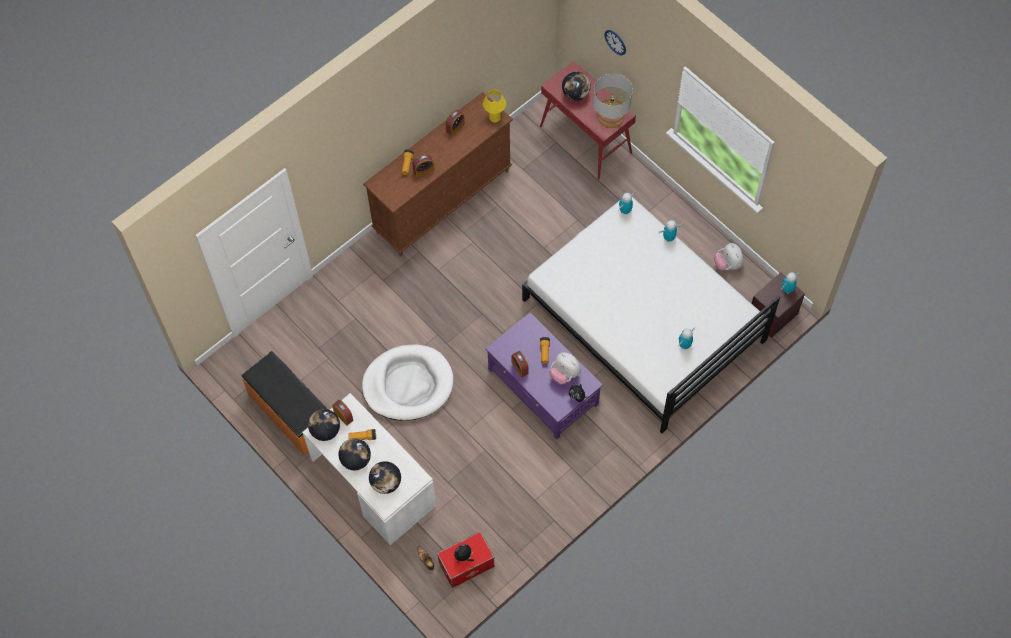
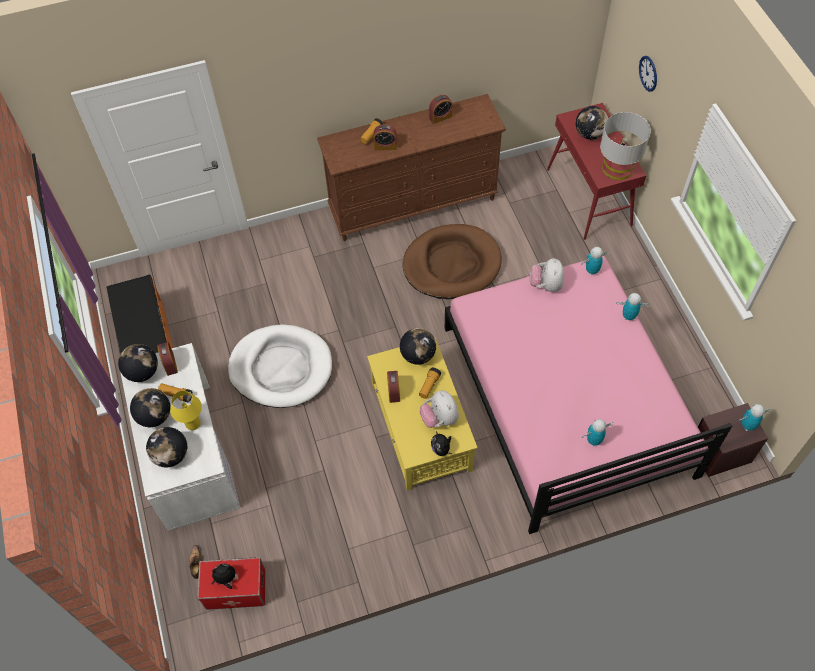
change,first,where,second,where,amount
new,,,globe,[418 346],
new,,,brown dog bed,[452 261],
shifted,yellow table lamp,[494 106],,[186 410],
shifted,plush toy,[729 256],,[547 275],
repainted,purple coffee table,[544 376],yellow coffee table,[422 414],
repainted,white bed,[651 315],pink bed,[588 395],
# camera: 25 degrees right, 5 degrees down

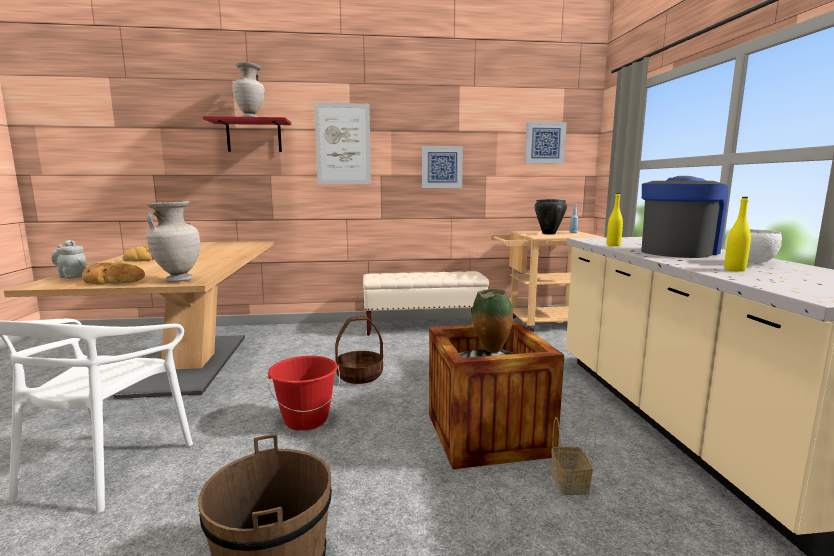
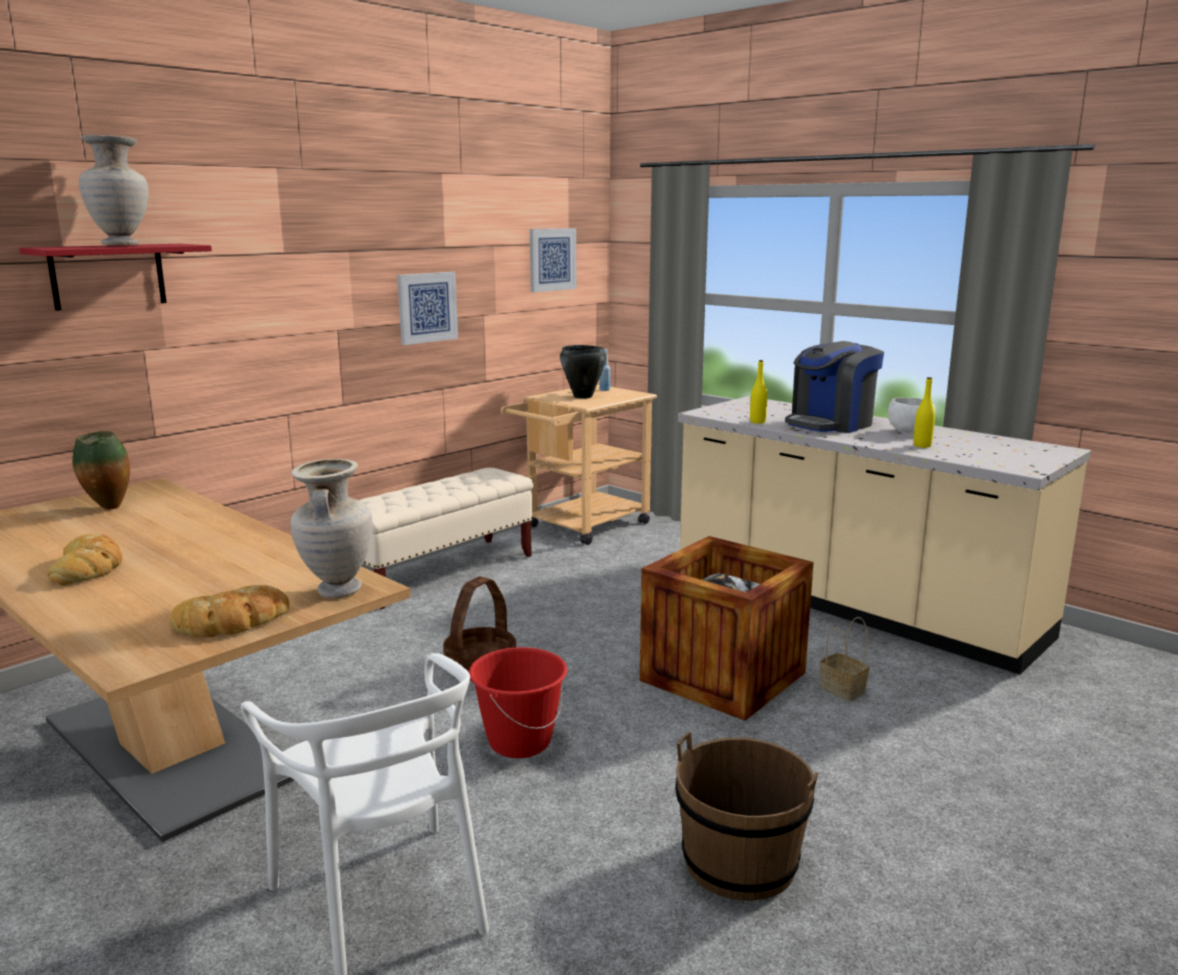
change,first,where,second,where,amount
gone,grey teapot,[69 259],,,
gone,picture,[342 143],,,
shifted,vase,[492 321],,[101 470],
rotated,coffee machine,[684 217],,[834 387],135 degrees counterclockwise
# camera: 40 degrees left, 5 degrees up

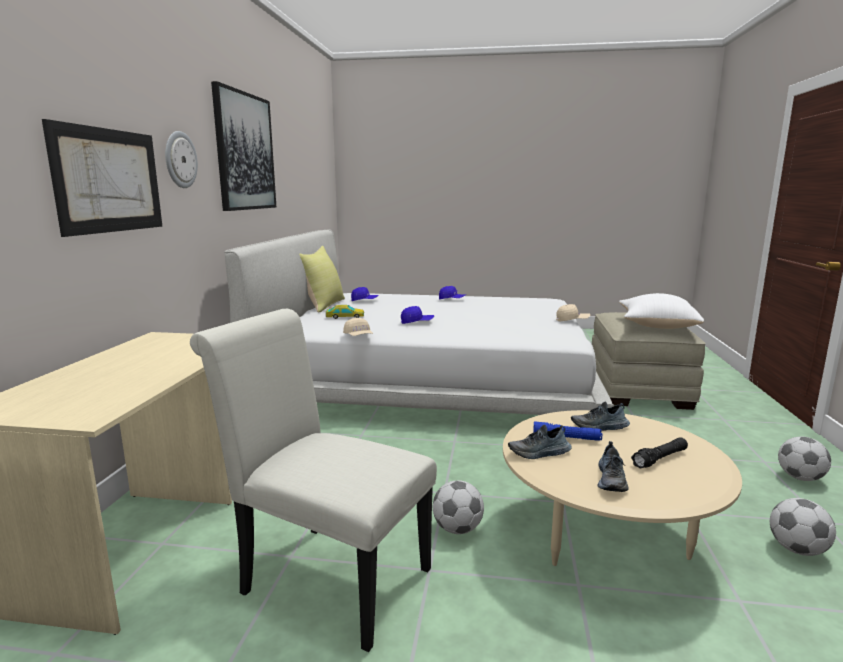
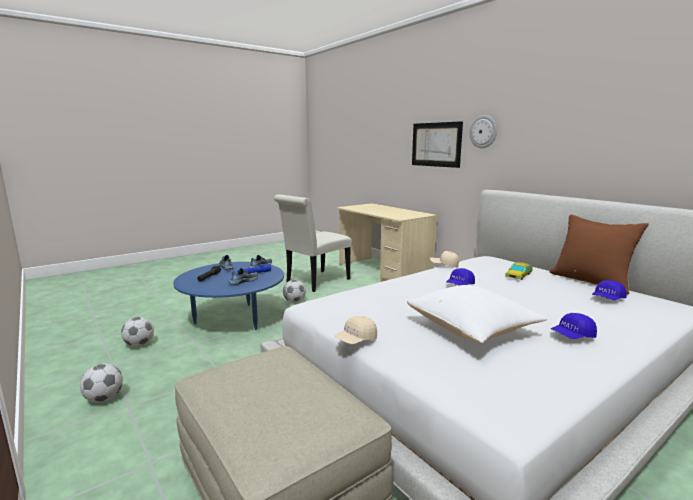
change,first,where,second,where,amount
gone,picture,[243 146],,,
shifted,white pillow,[661 311],,[477 314],
repainted,yellow pillow,[322 278],brown pillow,[599 255],
repainted,beige coffee table,[622 488],blue coffee table,[228 296],
rotated,white chair,[313 480],,[313 243],150 degrees clockwise
# camera: 135 degrees right, 0 degrees up

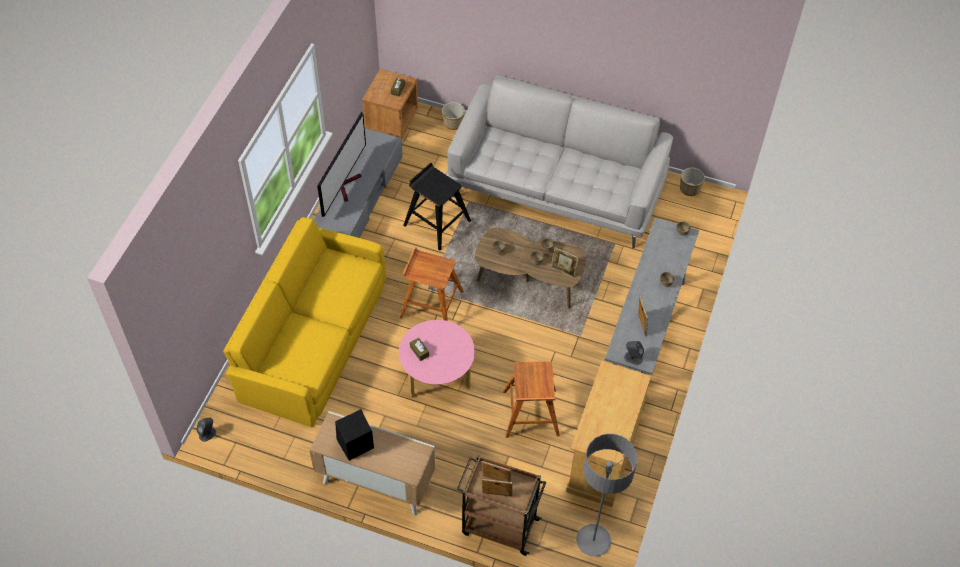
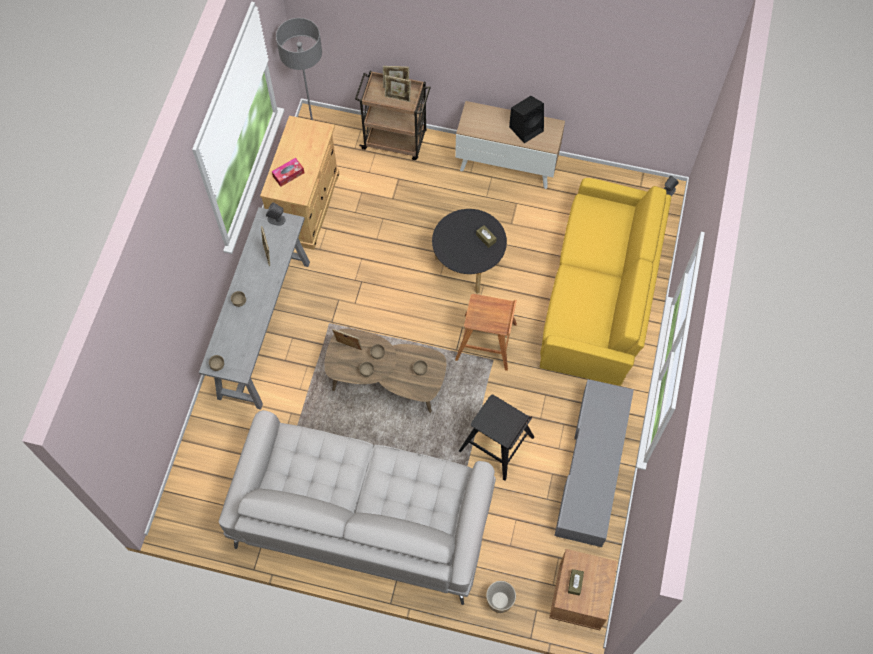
change,first,where,second,where,amount
gone,television,[341 164],,,
gone,brown stool,[531 399],,,
gone,planter,[692 182],,,
new,,,tissue box,[288 172],
repainted,pink coffee table,[437 359],black coffee table,[469 251],
# camera: 175 degrees right, 10 degrees up

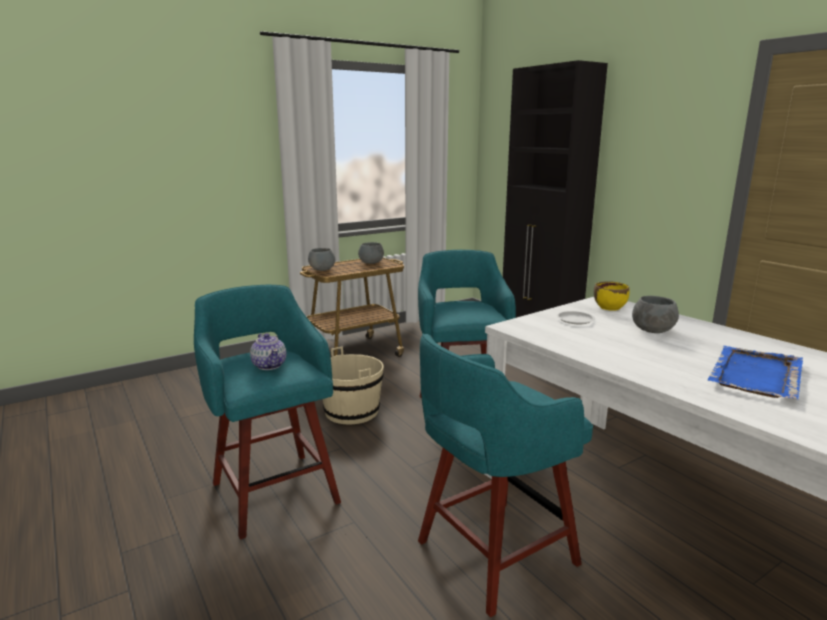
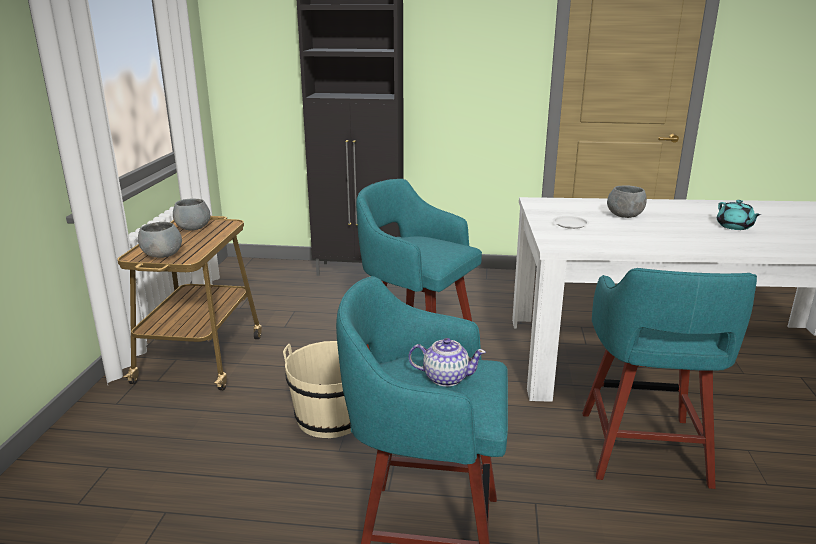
change,first,where,second,where,amount
gone,yellow bowl,[612 296],,,
swapped,blue tray,[755 372],turquoise teapot,[739 215],
# camera: 50 degrees left, 5 degrees up

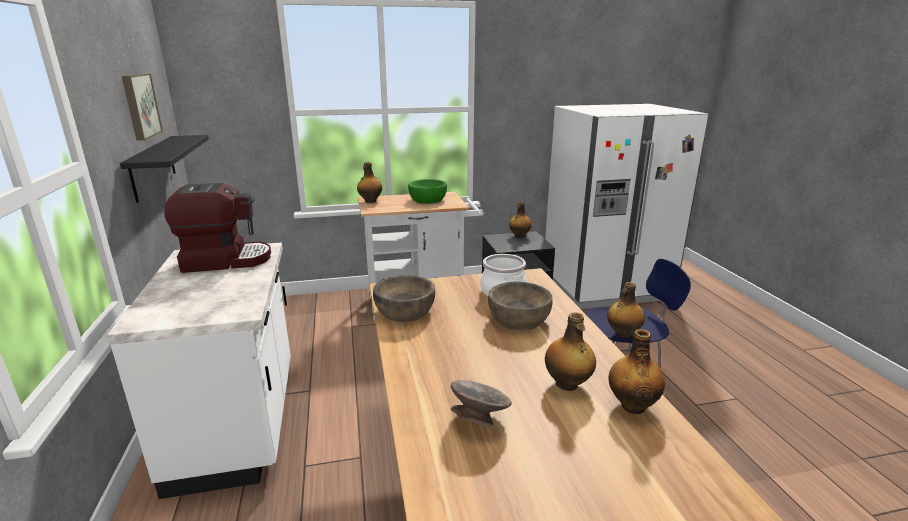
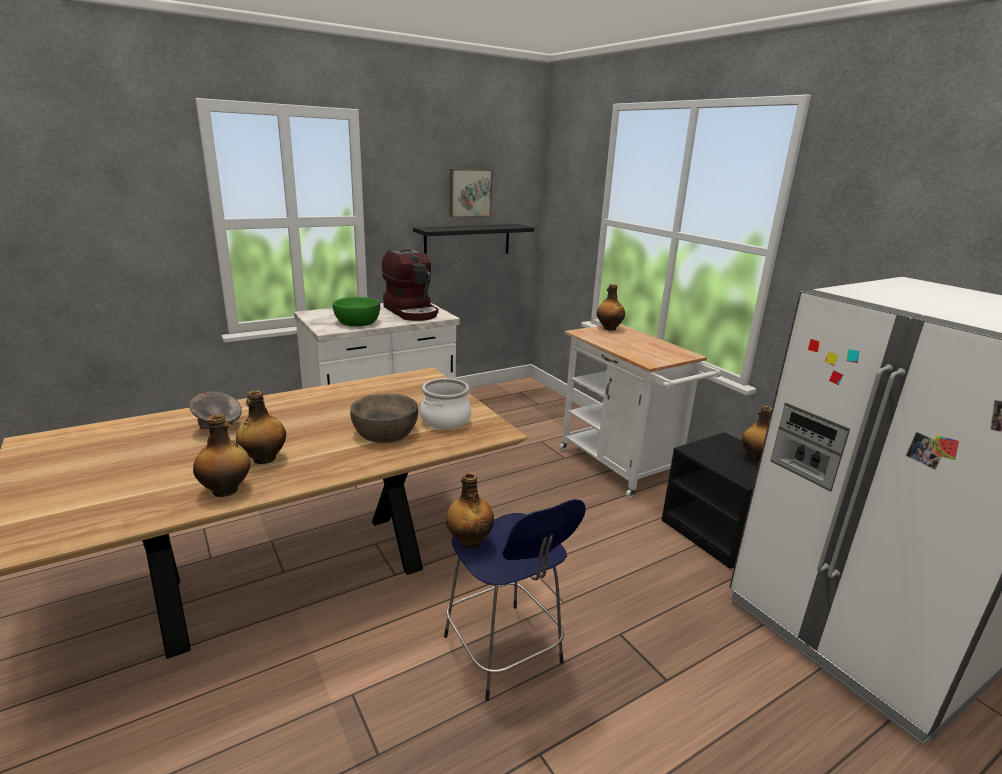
change,first,where,second,where,amount
gone,brown bowl,[404 298],,,
shifted,green bowl,[427 191],,[356 311],
# camera: 70 degrees right, 0 degrees up

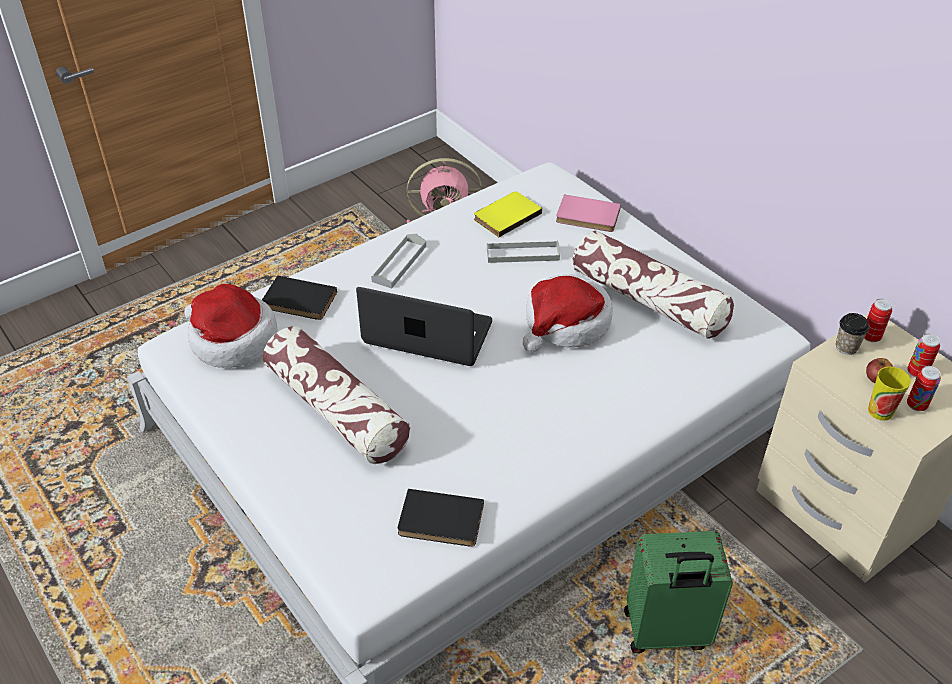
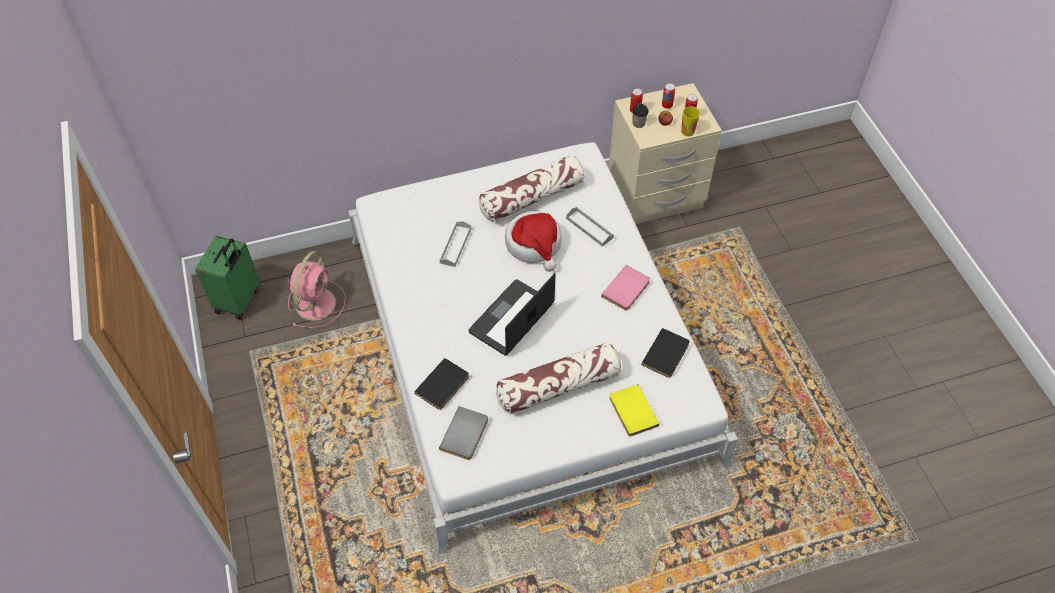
change,first,where,second,where,amount
shifted,grey tray,[398 261],,[590 227],
shifted,yellow book,[508 214],,[634 410],
shifted,pink book,[588 213],,[625 288],
shifted,green suitcase,[678 592],,[227 277],
swapped,hat,[231 326],grey book,[463 433],
# camera: 70 degrees left, 10 degrees up

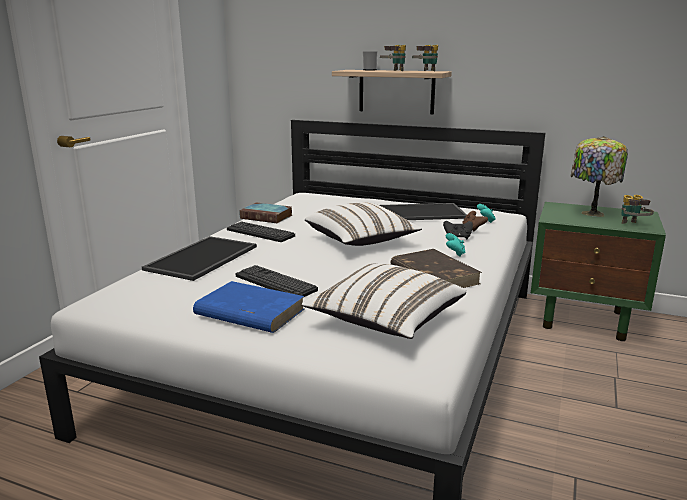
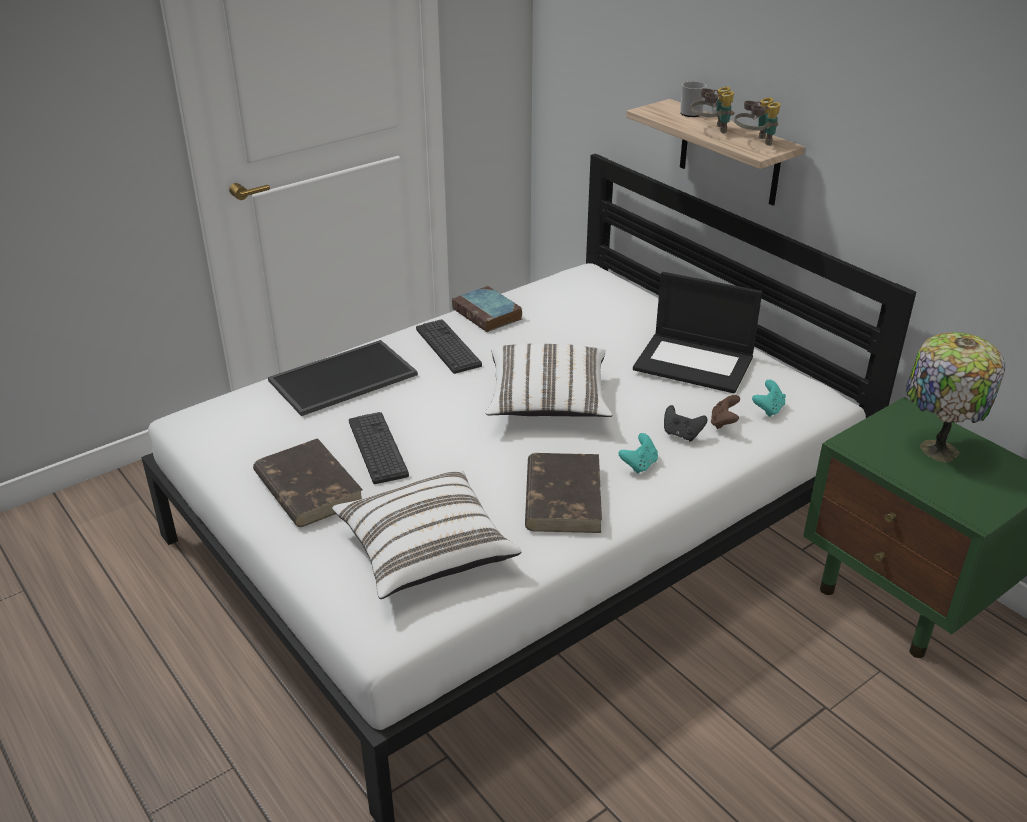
change,first,where,second,where,amount
gone,binoculars,[637 209],,,
swapped,tray,[423 211],laptop,[697 332],
repainted,blue book,[249 307],brown book,[308 482],
# camera: 30 degrees right, 15 degrees up

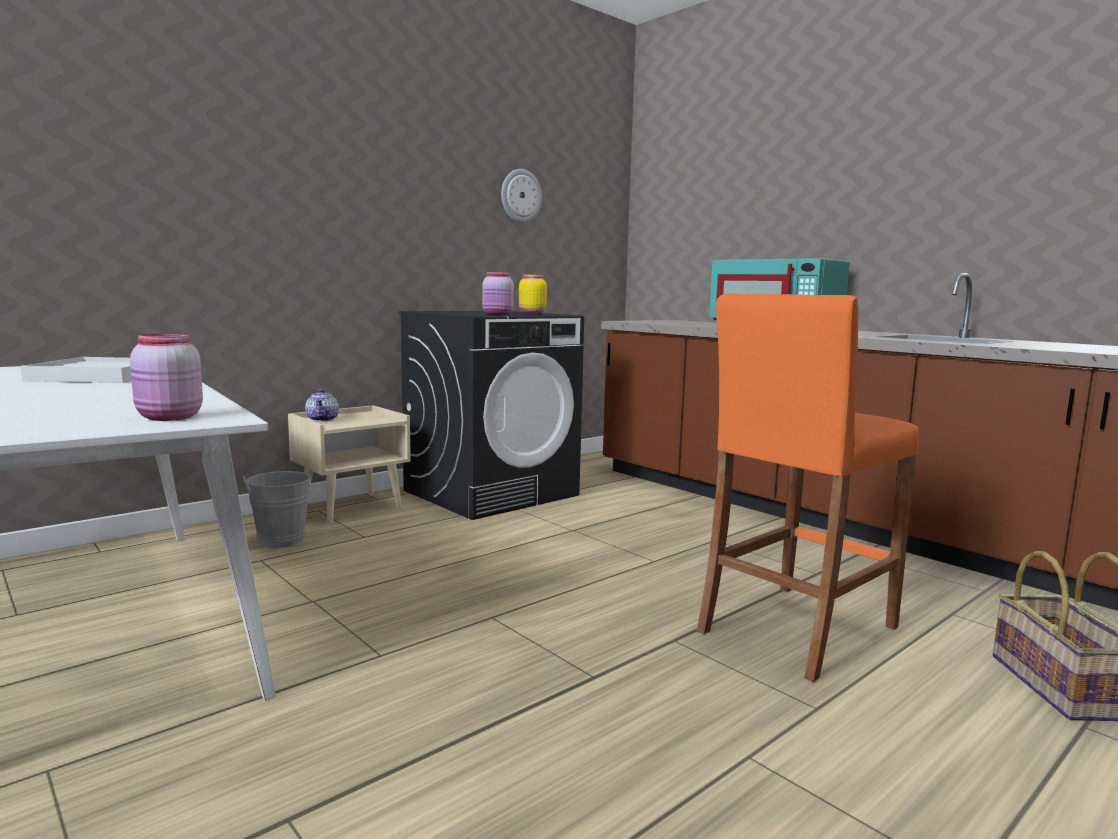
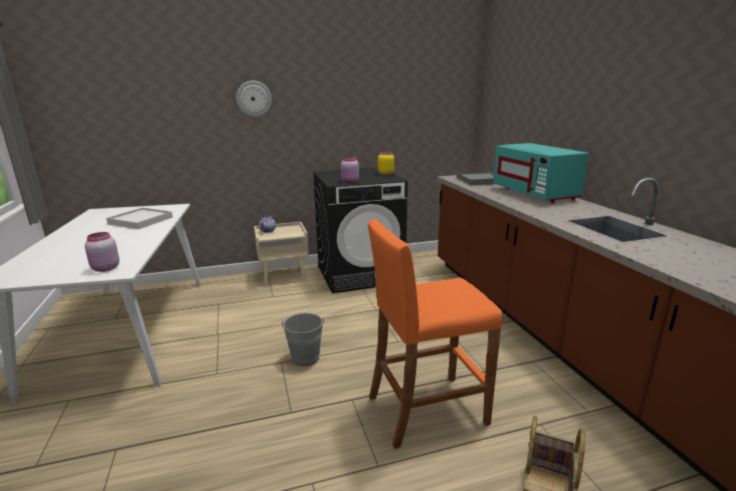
change,first,where,second,where,amount
new,,,grey tray,[475 178],
shifted,grey bucket,[278 508],,[302 340],
shifted,wall clock,[521 196],,[254 99],
# camera: 25 degrees right, 10 degrees up

